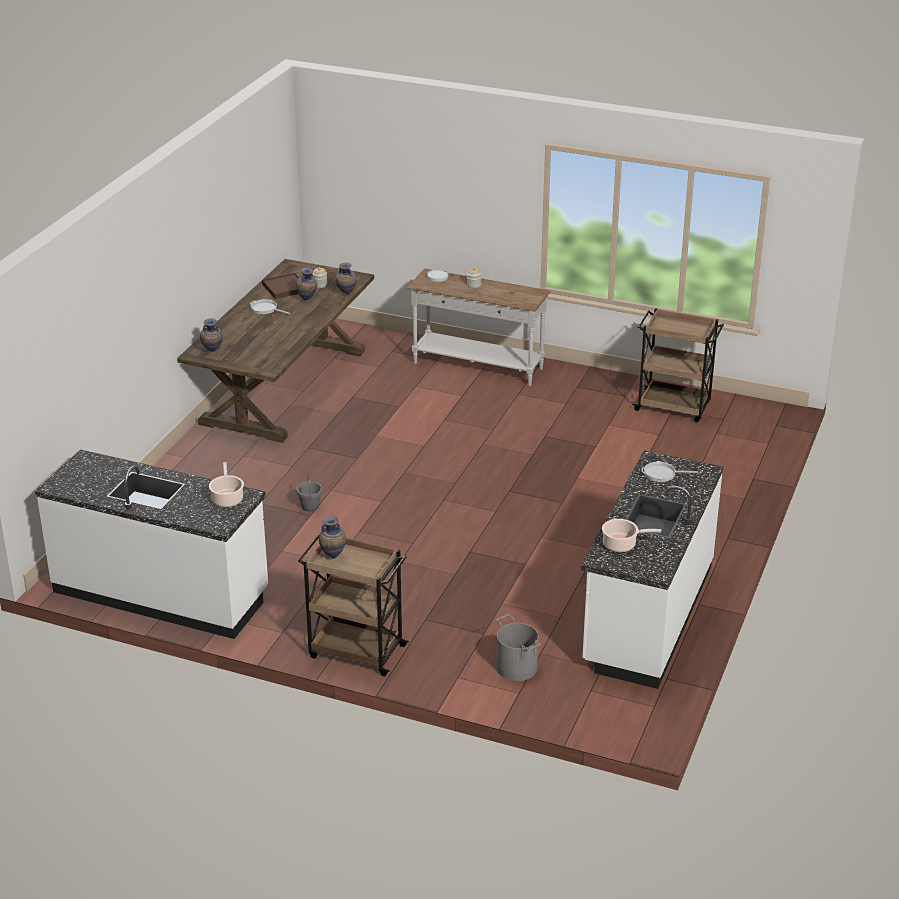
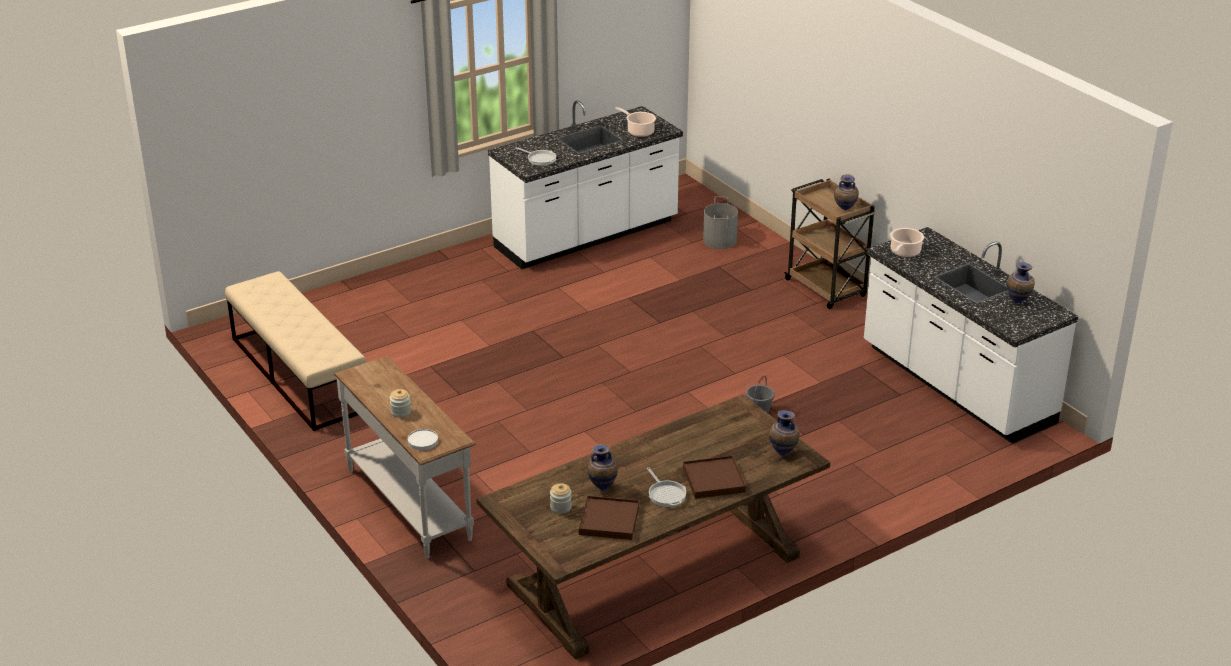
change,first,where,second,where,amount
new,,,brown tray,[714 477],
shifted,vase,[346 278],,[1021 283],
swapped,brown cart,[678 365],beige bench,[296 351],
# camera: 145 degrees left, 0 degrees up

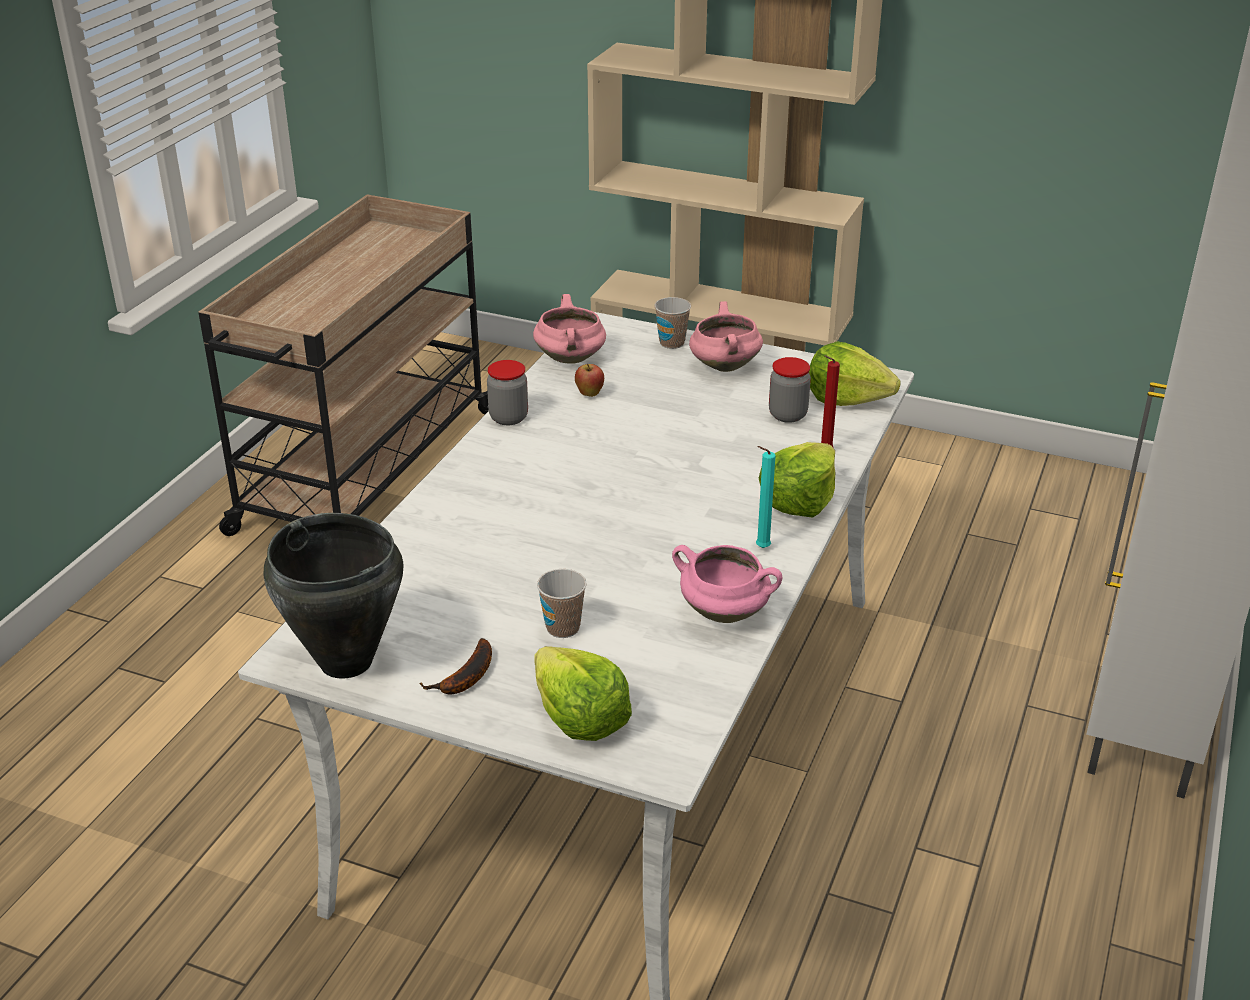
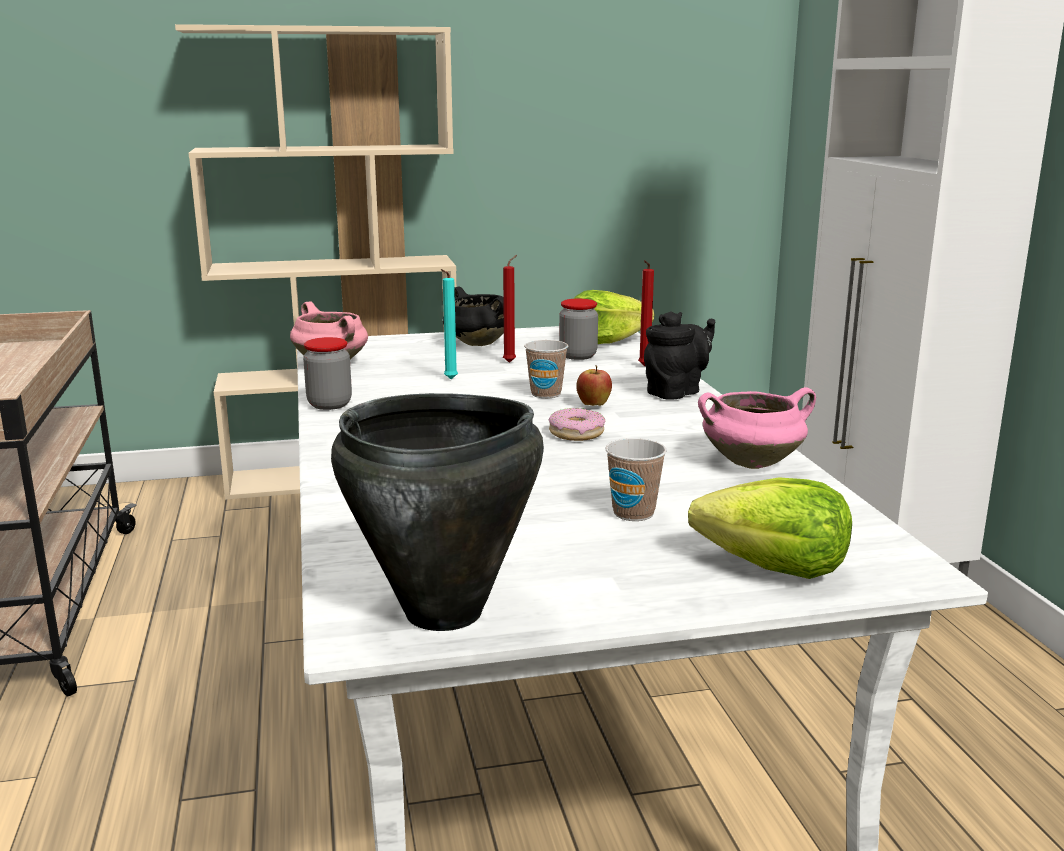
change,first,where,second,where,amount
gone,banana,[456 666],,,
new,,,red candle,[510 309],
new,,,donut,[577 424],
shifted,apple,[589 380],,[594 385],
shifted,cup,[672 323],,[546 369],
shifted,turquoise candle,[766 497],,[449 324],
swapped,lettuce,[797 480],black teapot,[680 355],
repainted,pink cooking pot,[726 336],black cooking pot,[473 316],
# camera: 35 degrees left, 15 degrees down

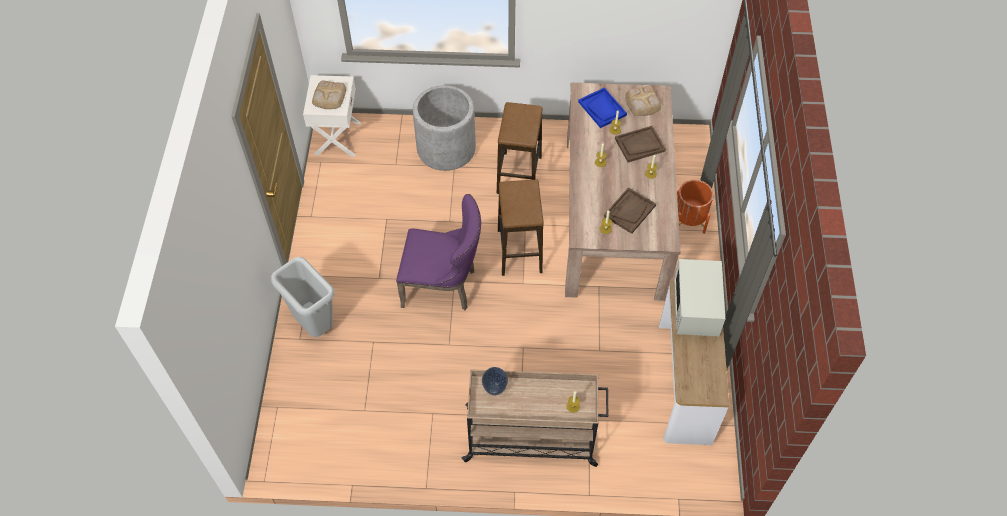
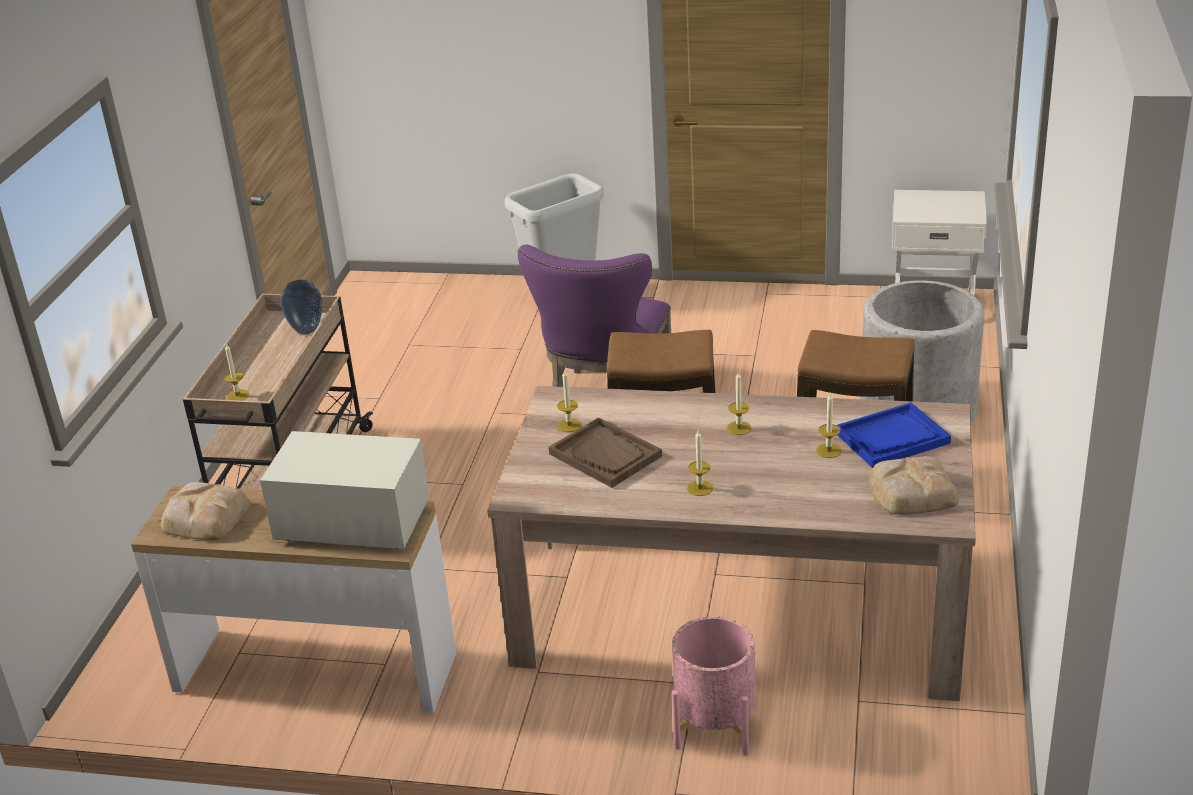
change,first,where,second,where,amount
gone,brown tray,[640 144],,,
shifted,bread,[329 94],,[205 511],
repainted,orange planter,[695 207],pink planter,[714 686],
# camera: 100 degrees right, 25 degrees down

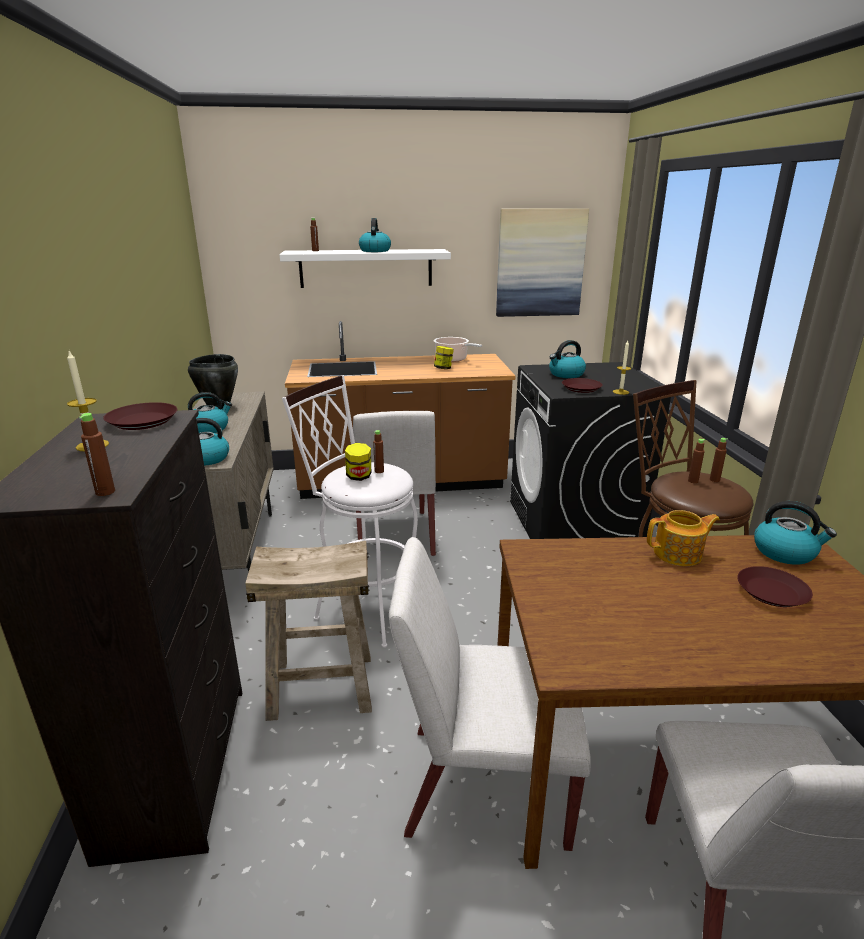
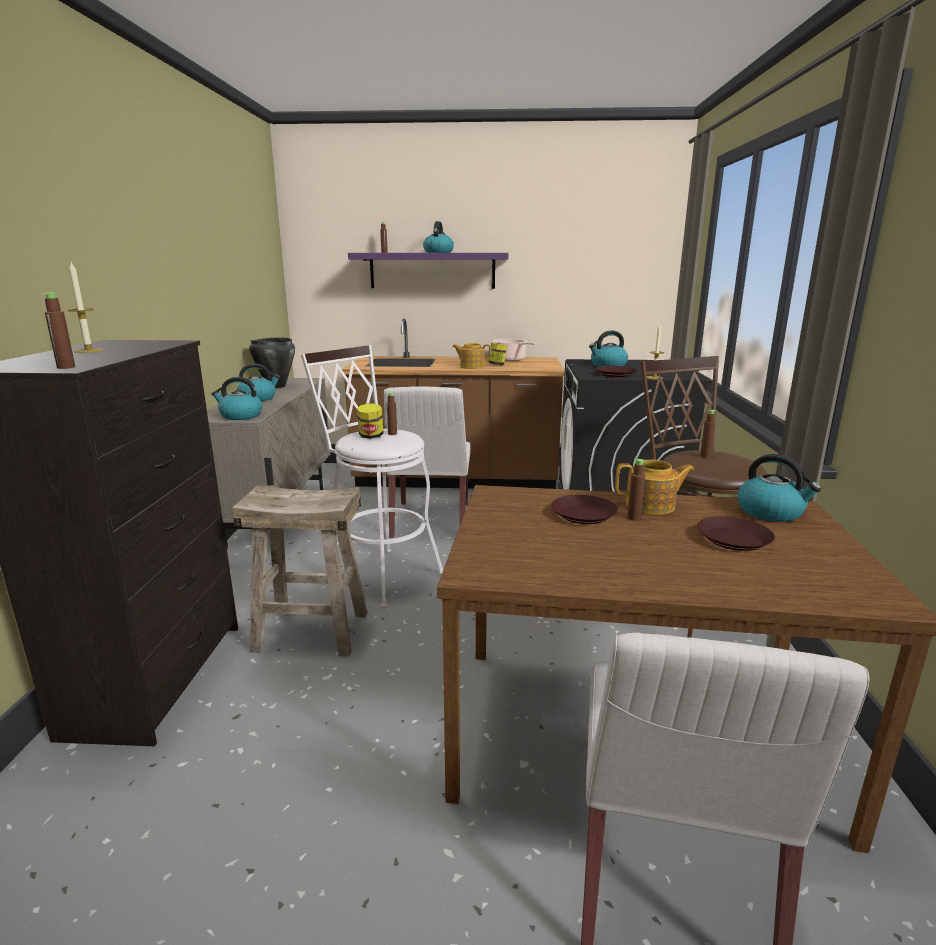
change,first,where,second,where,amount
gone,white chair,[490 694],,,
gone,picture,[542 262],,,
new,,,teapot,[471 356],
shifted,brown plate,[140 416],,[584 509],
shifted,brown bottle,[719 460],,[636 490],
repainted,white shelf,[365 268],purple shelf,[428 271],
# camera: 10 degrees right, 5 degrees down

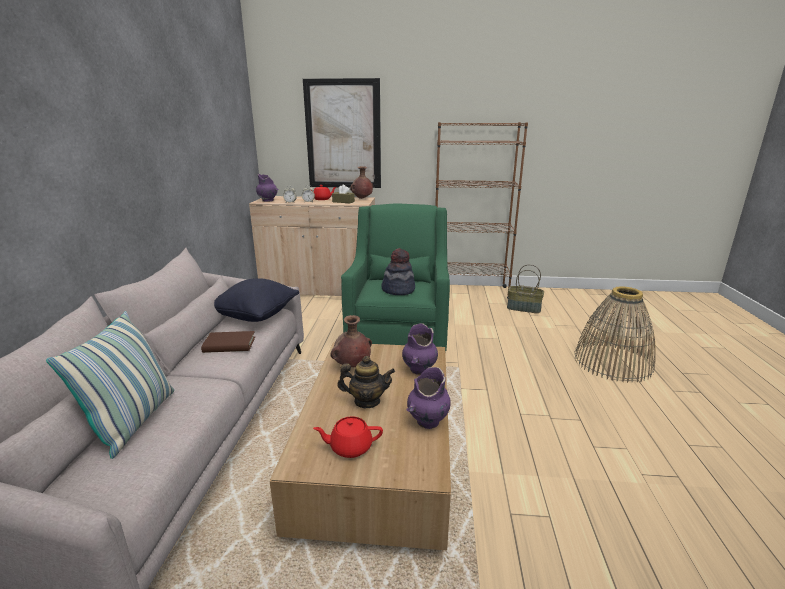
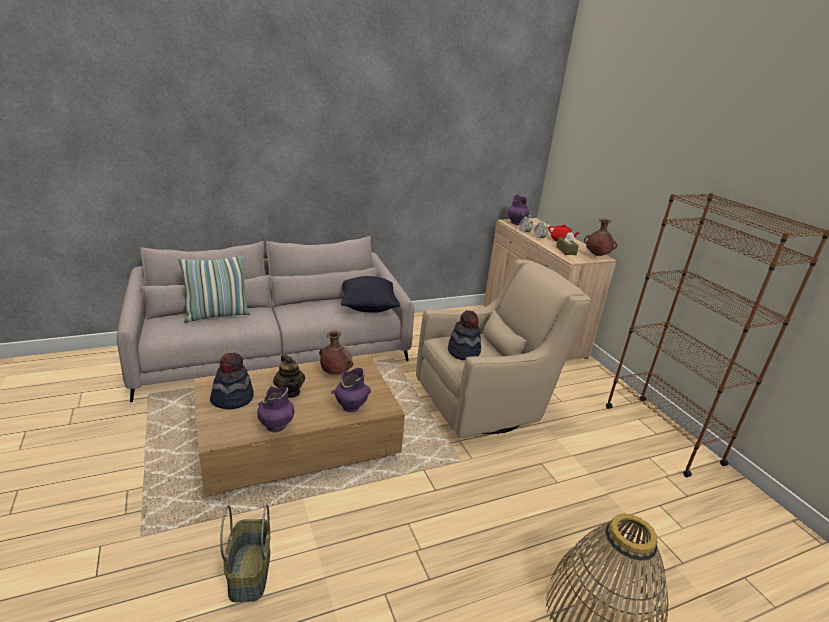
change,first,where,second,where,amount
gone,brown book,[228 342],,,
gone,picture,[342 133],,,
shifted,basket,[525 288],,[245 553],
swapped,red teapot,[348 437],hat,[232 381],
repainted,green armchair,[395 278],beige armchair,[503 348],
# camera: 60 degrees right, 5 degrees up

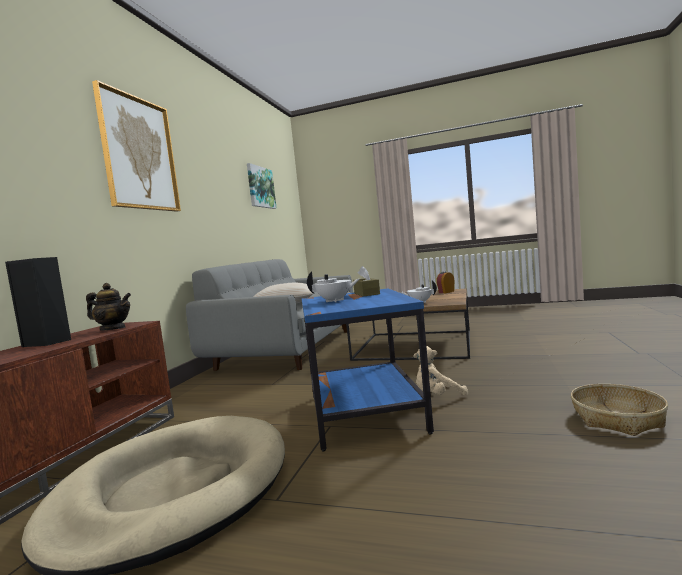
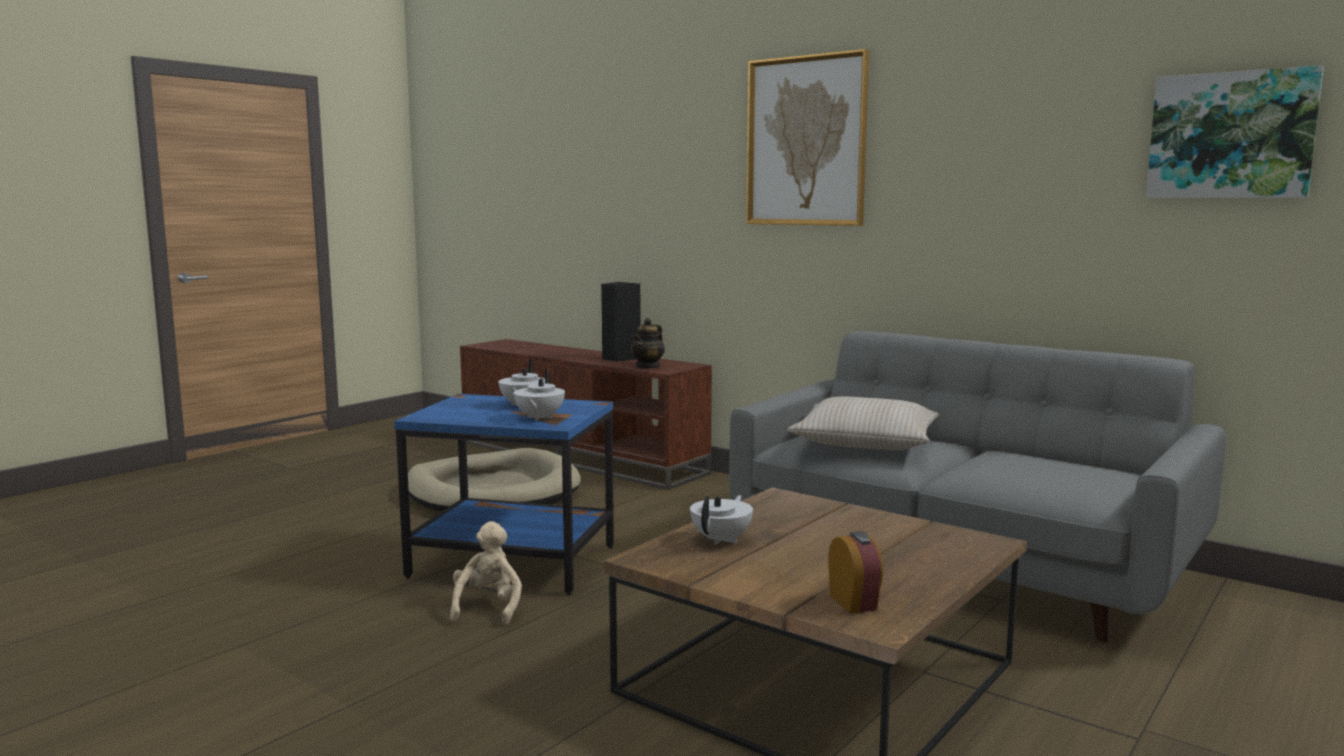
change,first,where,second,where,amount
gone,basket,[619 410],,,
swapped,brown tissue box,[366 281],white teapot,[539 395],
# camera: 110 degrees right, 5 degrees up

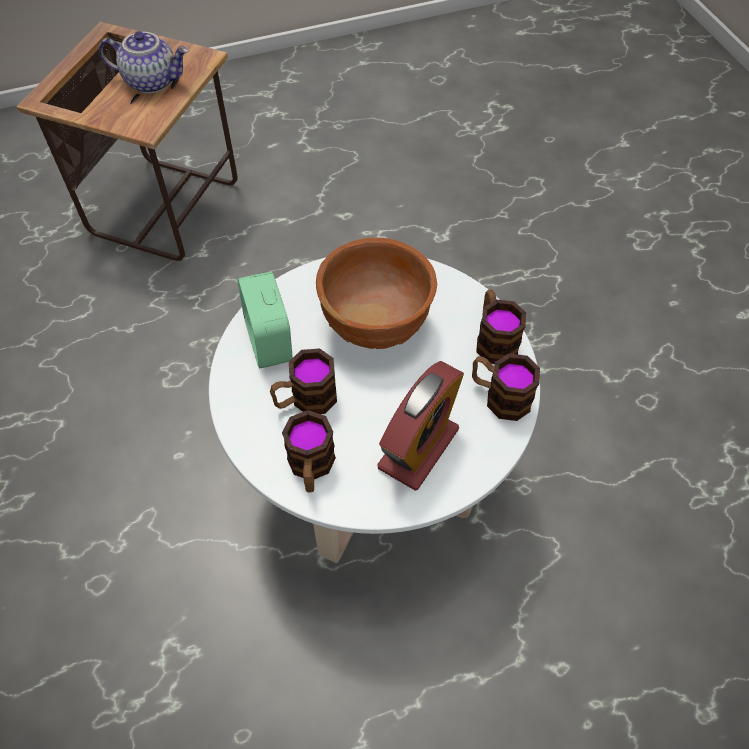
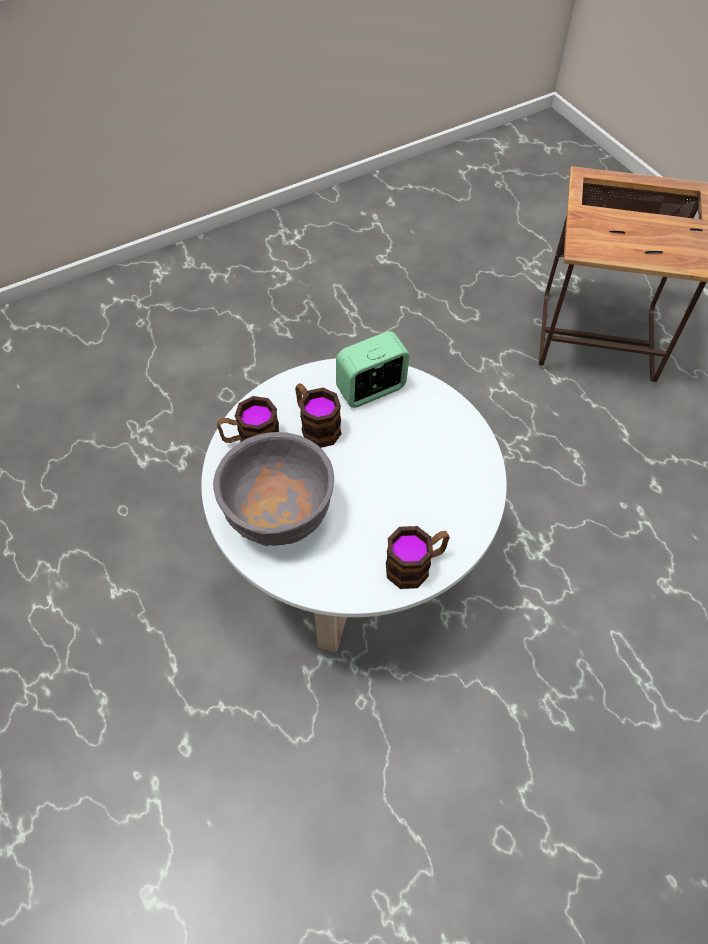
change,first,where,second,where,amount
gone,teapot,[143 62],,,
gone,brown bowl,[376 293],,,
gone,mug,[506 387],,,
swapped,alarm clock,[420 425],grey bowl,[273 489],
# camera: 80 degrees right, 0 degrees up

